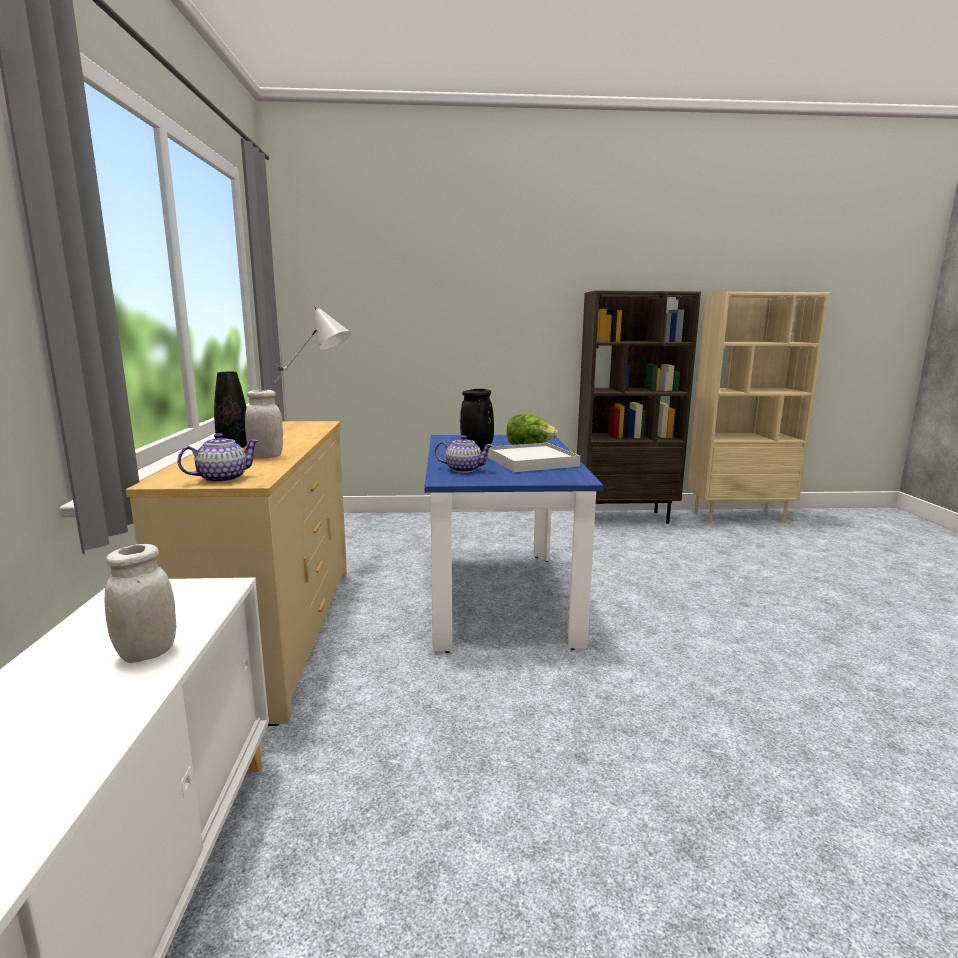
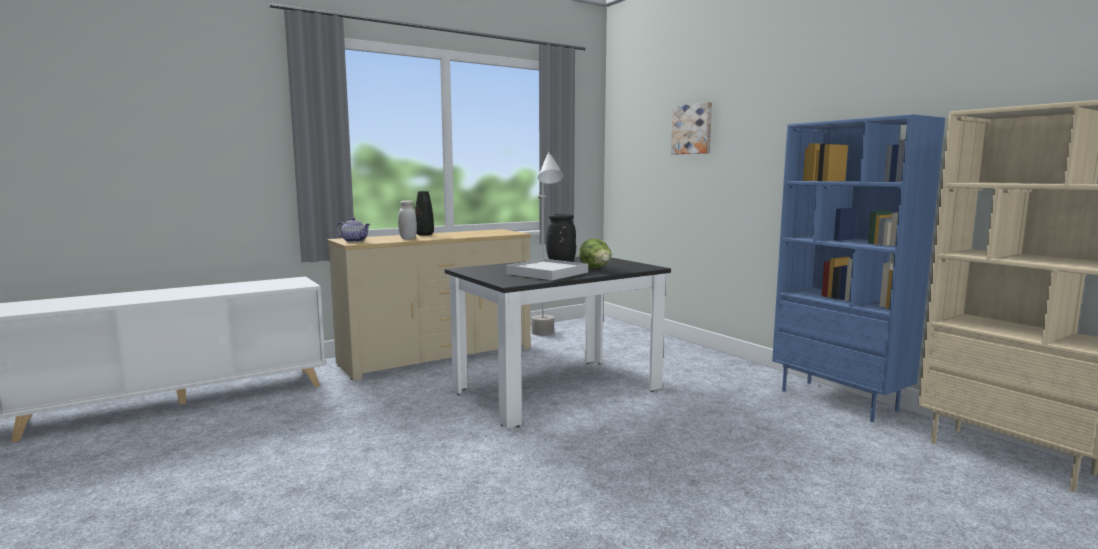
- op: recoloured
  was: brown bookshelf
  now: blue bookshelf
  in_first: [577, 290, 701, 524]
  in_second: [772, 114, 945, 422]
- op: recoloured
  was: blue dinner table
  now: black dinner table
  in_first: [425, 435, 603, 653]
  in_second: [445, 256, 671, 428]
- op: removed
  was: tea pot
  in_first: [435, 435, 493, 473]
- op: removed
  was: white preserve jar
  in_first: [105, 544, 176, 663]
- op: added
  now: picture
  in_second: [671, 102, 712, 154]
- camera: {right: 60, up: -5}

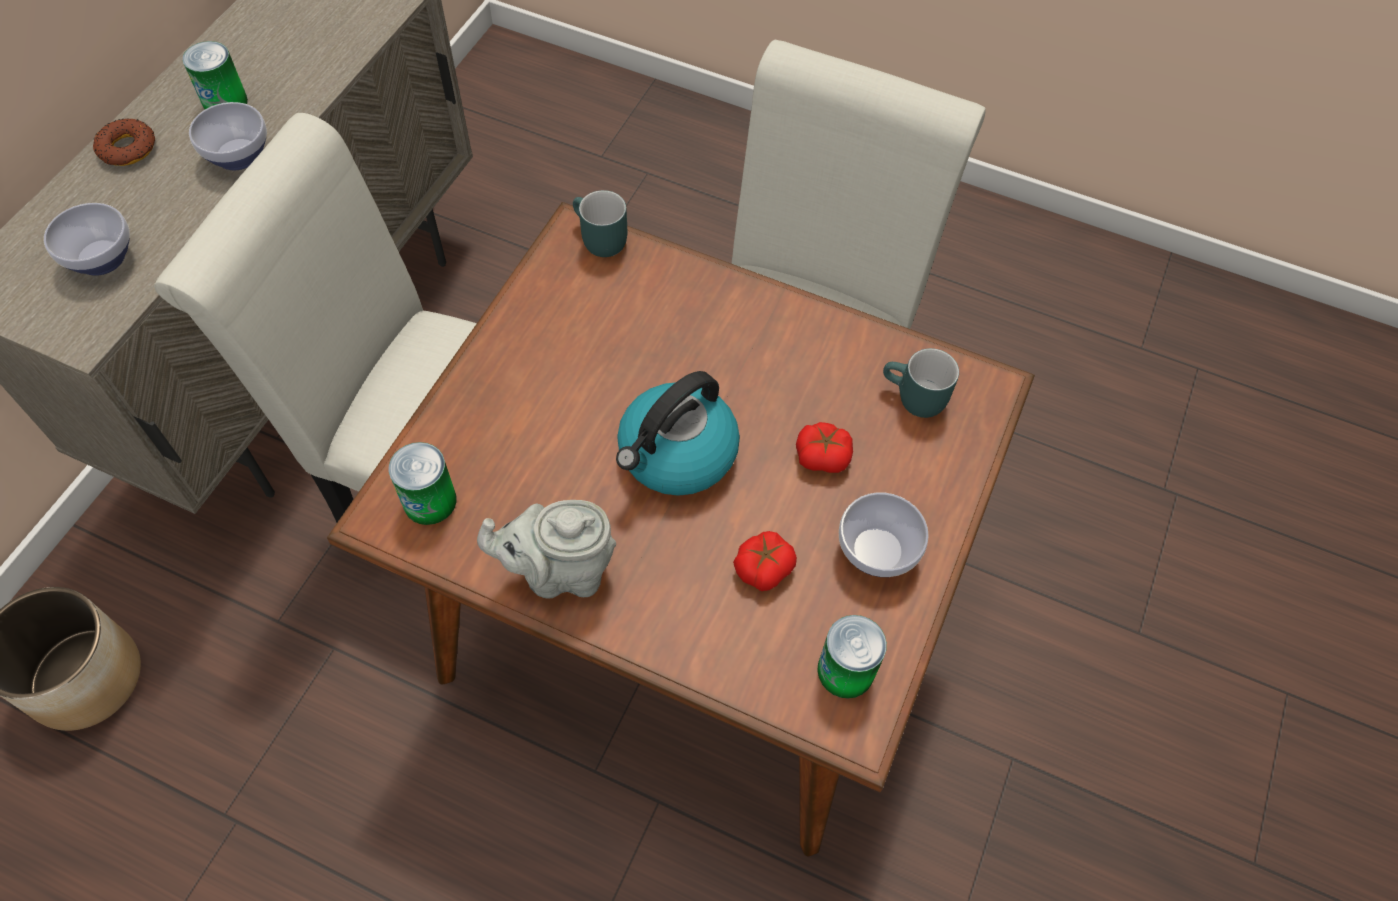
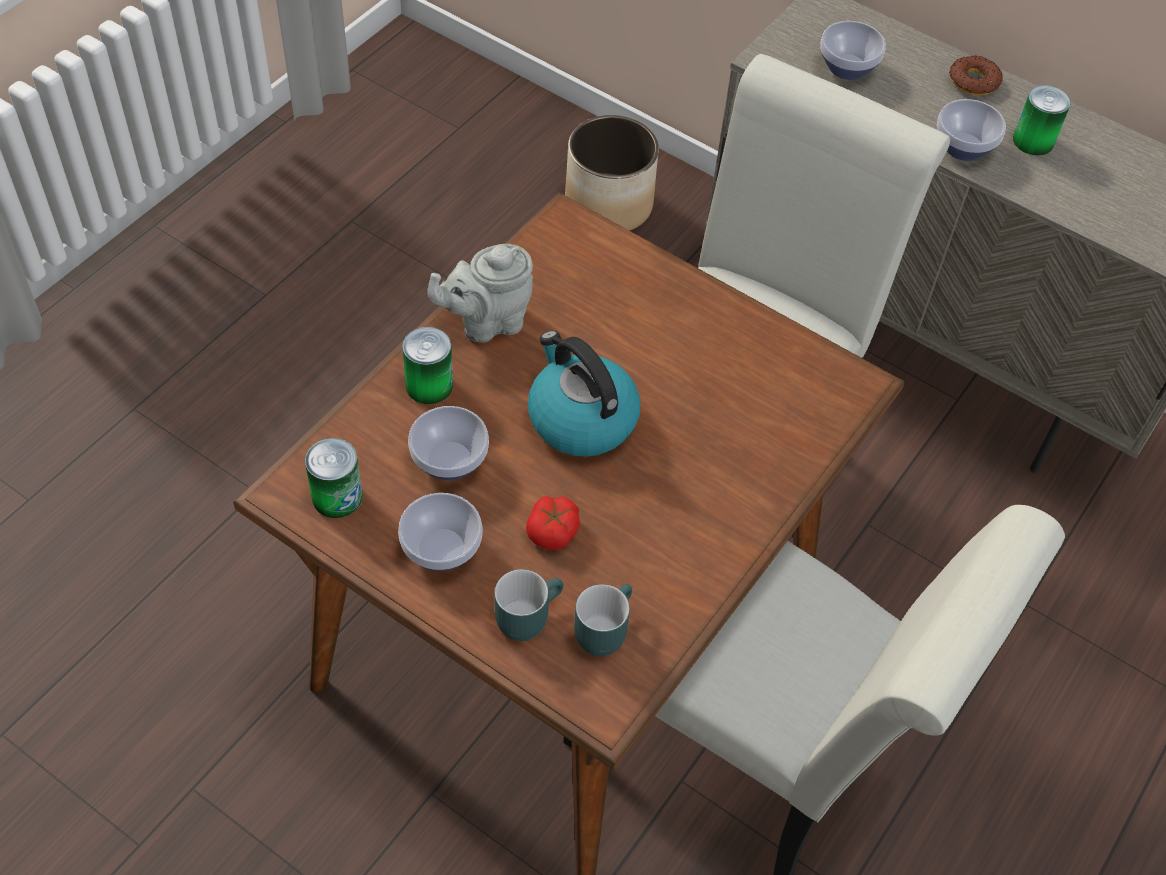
- op: moved
  was: blue-green mug
  in_first: [573, 190, 627, 257]
  in_second: [494, 569, 564, 641]
- op: moved
  was: sealed can
  in_first: [389, 442, 457, 525]
  in_second: [402, 327, 453, 404]
- op: turned
  was: grey tea pot
  in_first: [477, 500, 616, 599]
  in_second: [427, 244, 533, 343]
  clockwise: -120
- op: replaced
  was: tomato
  now: deep dish
  in_first: [733, 531, 797, 591]
  in_second: [408, 406, 489, 480]
- camera: {right: 100, up: -5}

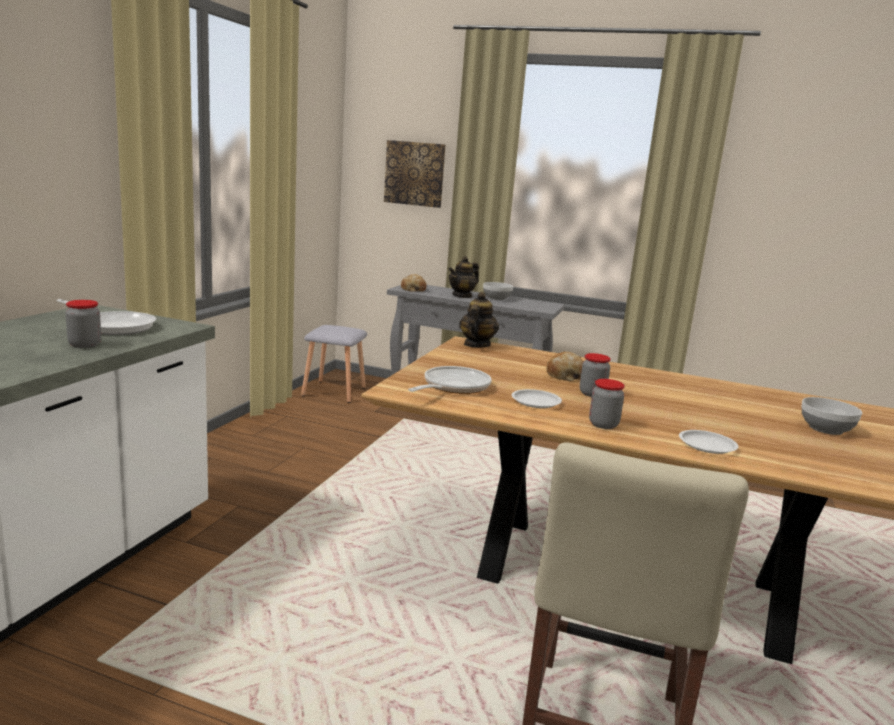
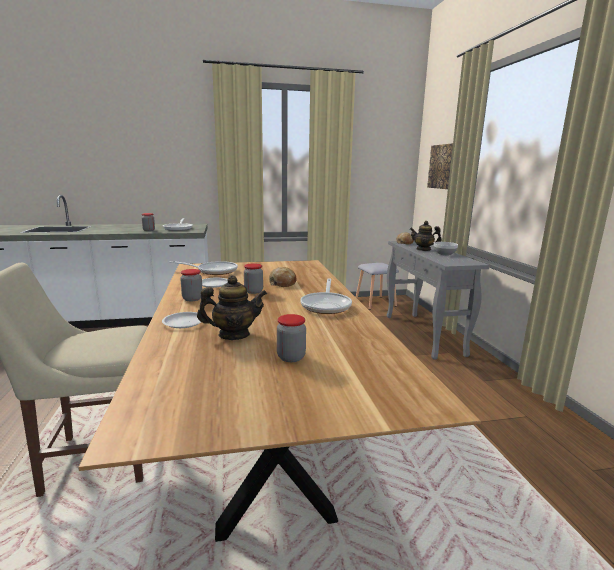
- op: moved
  was: tea pot
  in_first: [459, 292, 499, 347]
  in_second: [197, 275, 267, 340]
- op: replaced
  was: deep dish
  now: preserve jar
  in_first: [801, 397, 862, 435]
  in_second: [277, 314, 306, 362]
- op: added
  now: frying pan
  in_second: [300, 278, 352, 314]
- camera: {right: 60, up: 0}

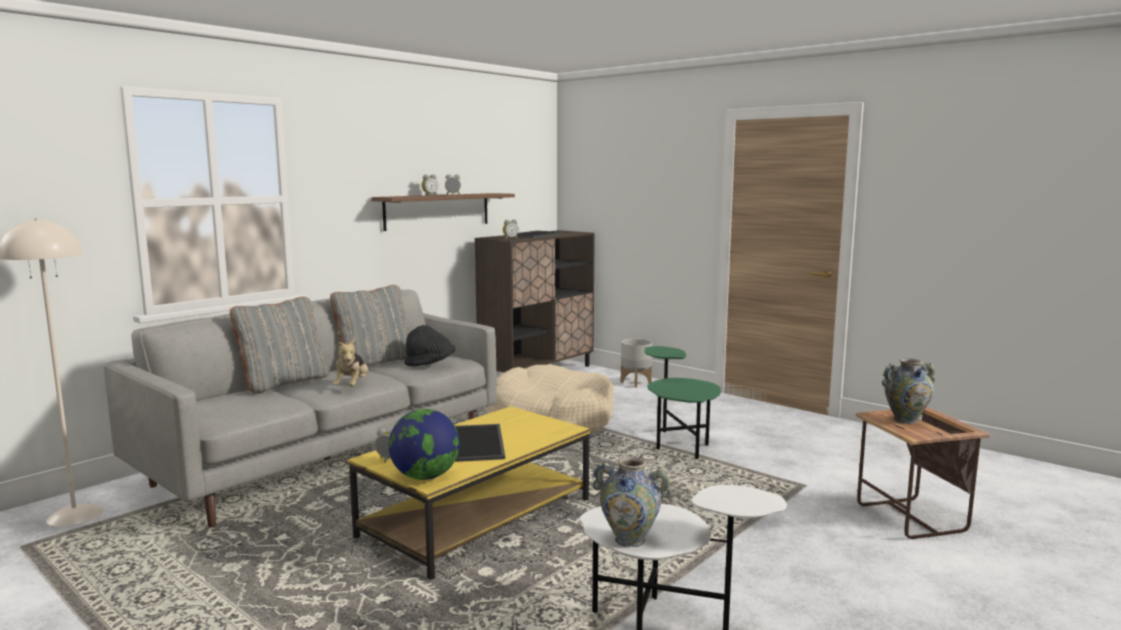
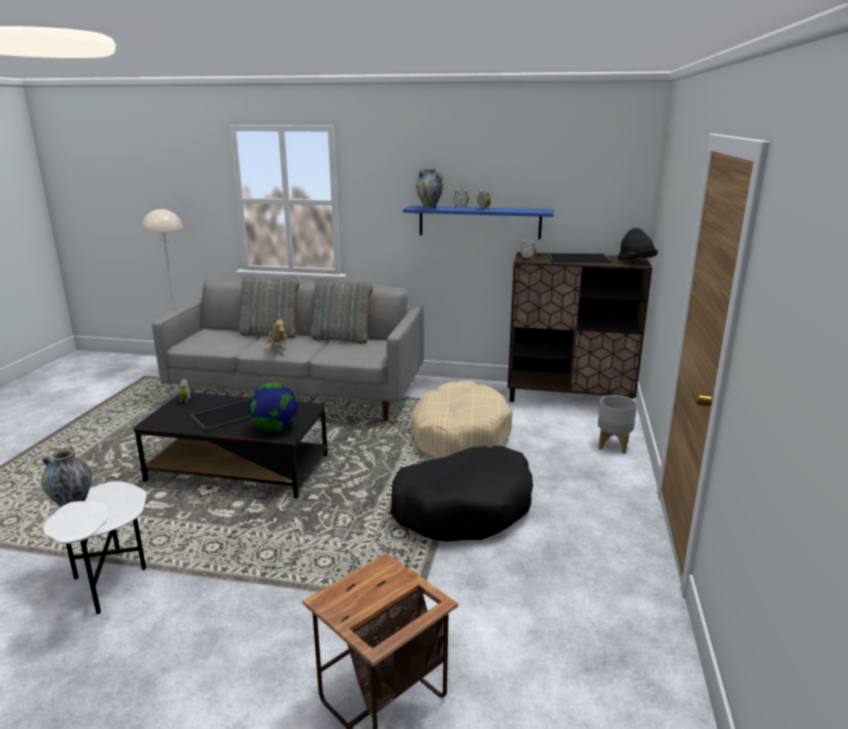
- op: recoloured
  was: brown bracket shelf
  now: blue bracket shelf
  in_first: [371, 193, 515, 231]
  in_second: [403, 206, 554, 239]
- op: moved
  was: black wearable hat
  in_first: [404, 325, 455, 366]
  in_second: [618, 228, 658, 260]
- op: turned
  was: cuddly toy
  in_first: [332, 339, 368, 387]
  in_second: [265, 316, 287, 350]
  clockwise: -75
- op: replaced
  was: green end table
  now: black dog cushion
  in_first: [644, 346, 721, 459]
  in_second: [390, 446, 533, 542]
- op: moved
  was: flower vase
  in_first: [882, 358, 936, 424]
  in_second: [416, 169, 443, 209]
- op: recoloured
  was: yellow coffee table
  now: black coffee table
  in_first: [348, 406, 590, 580]
  in_second: [133, 392, 328, 499]
- op: moved
  was: desk globe
  in_first: [389, 409, 460, 480]
  in_second: [248, 383, 298, 432]
- camera: {right: 60, up: 10}

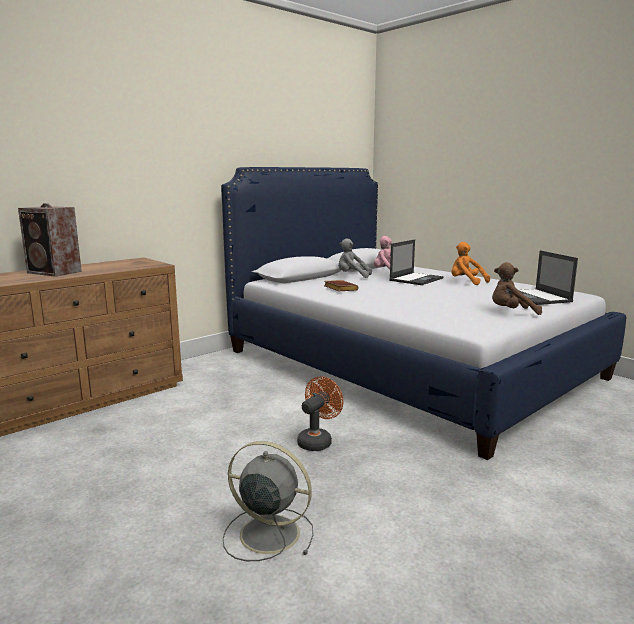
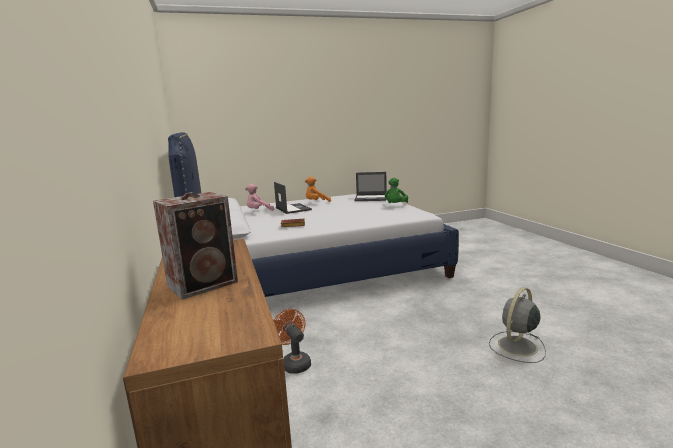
- op: removed
  was: grey cuddly toy
  in_first: [338, 238, 372, 278]
- op: recoloured
  was: brown cuddly toy
  now: green cuddly toy
  in_first: [492, 262, 542, 315]
  in_second: [384, 178, 408, 203]
- op: moved
  was: orange fan
  in_first: [297, 376, 343, 451]
  in_second: [273, 309, 311, 374]
- camera: {right: -65, up: 0}

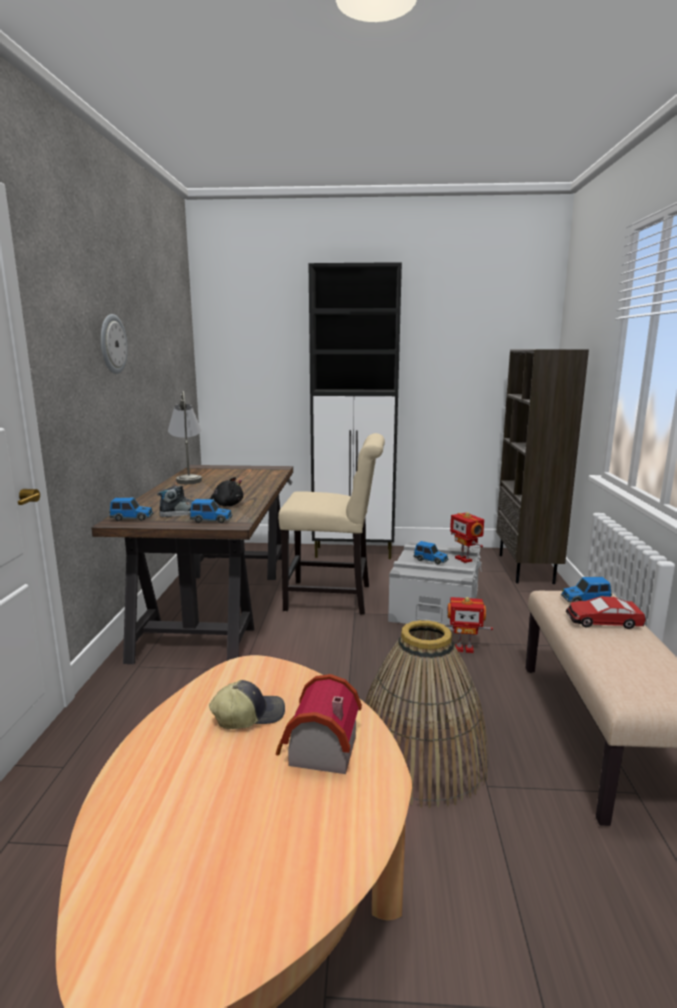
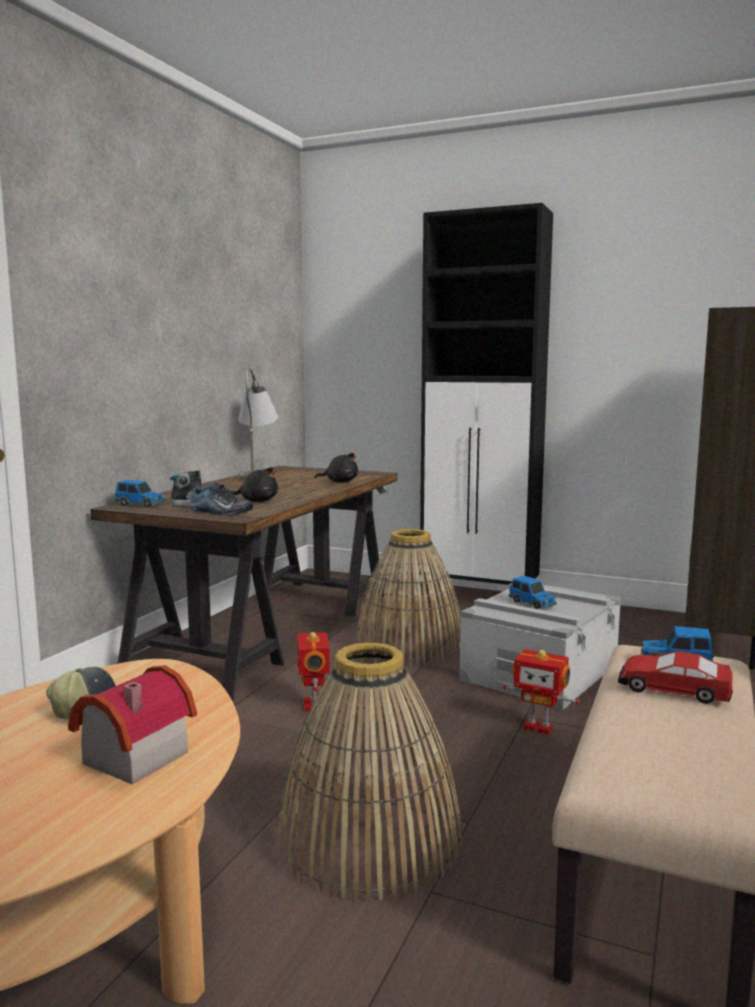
- op: removed
  was: clock on the wall
  in_first: [101, 314, 128, 374]
- op: replaced
  was: beige-coloured upright chair
  now: basket
  in_first: [278, 433, 385, 615]
  in_second: [356, 529, 461, 666]
- op: replaced
  was: model car
  now: shoe
  in_first: [190, 499, 232, 523]
  in_second: [189, 482, 253, 516]
- op: moved
  was: toy robot
  in_first: [450, 512, 484, 563]
  in_second: [297, 632, 330, 711]
- op: added
  now: black cuddly toy
  in_second: [315, 453, 358, 482]
- camera: {right: 20, up: -5}

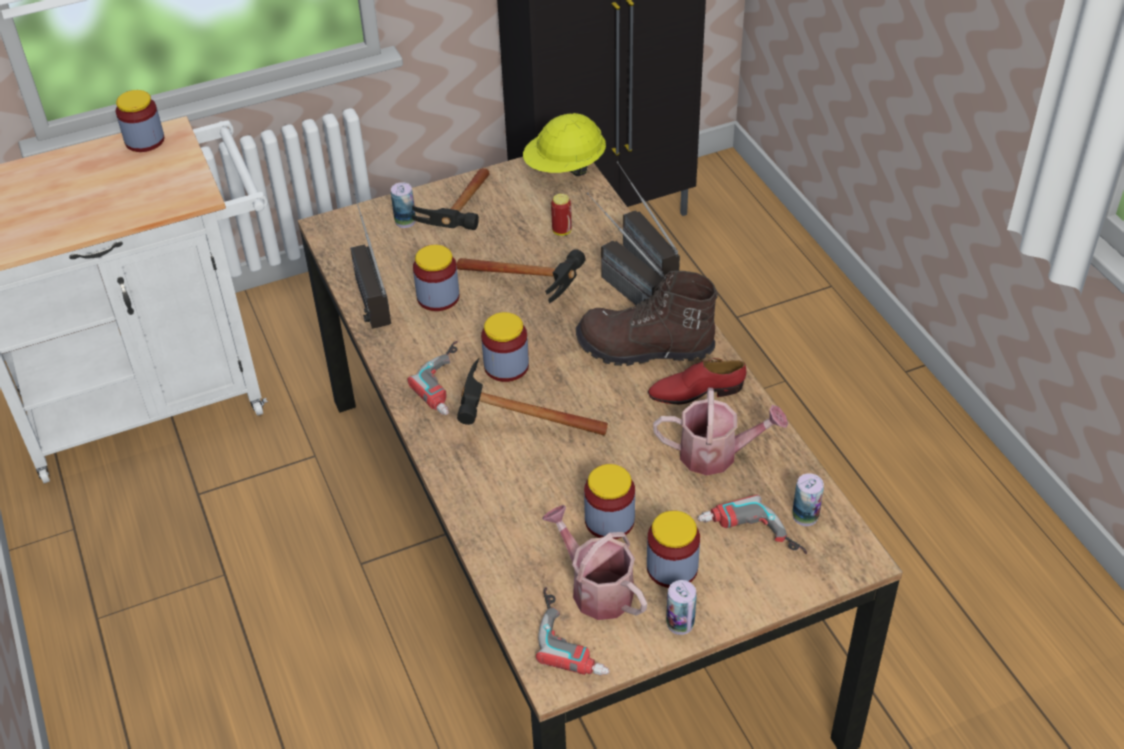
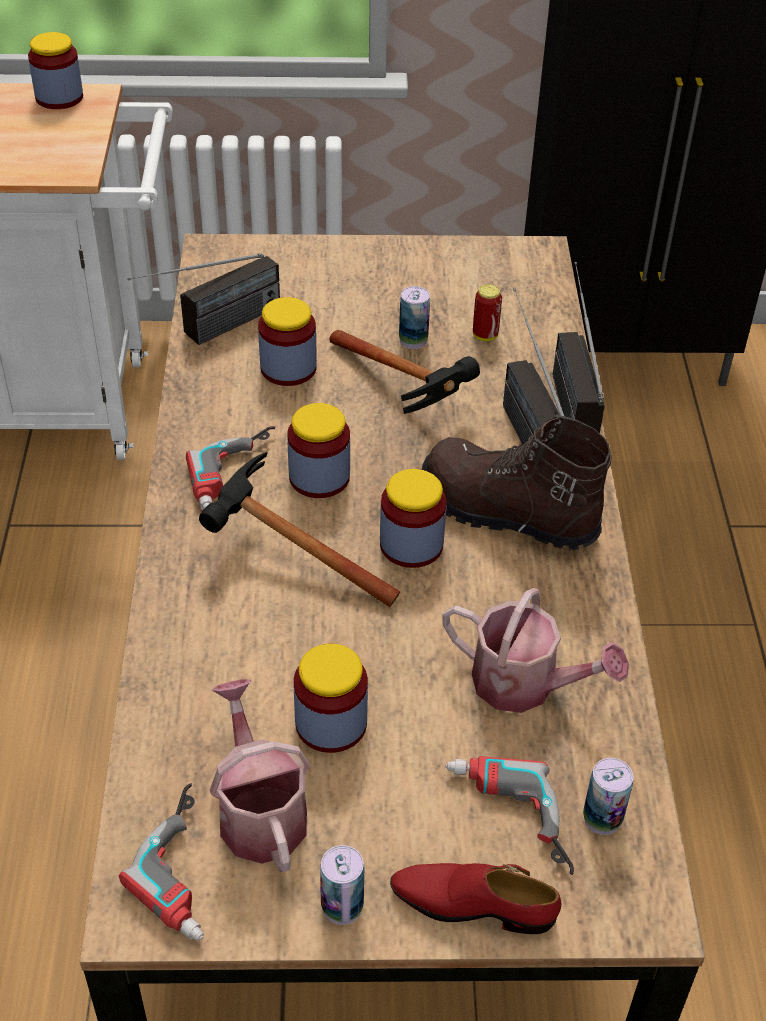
- op: removed
  was: yellow hard hat
  in_first: [523, 113, 606, 176]
- op: removed
  was: tool hammer
  in_first: [412, 168, 489, 230]
- op: moved
  was: sealed can
  in_first: [391, 182, 416, 228]
  in_second: [399, 286, 430, 349]
- op: turned
  was: radio
  in_first: [350, 193, 391, 329]
  in_second: [128, 253, 280, 345]
  clockwise: -135
- op: moved
  was: reddish shoe
  in_first: [648, 358, 746, 405]
  in_second: [390, 863, 561, 934]
- op: moved
  was: preserve jar
  in_first: [647, 510, 700, 588]
  in_second: [380, 469, 447, 568]
- camera: {right: 20, up: 0}

